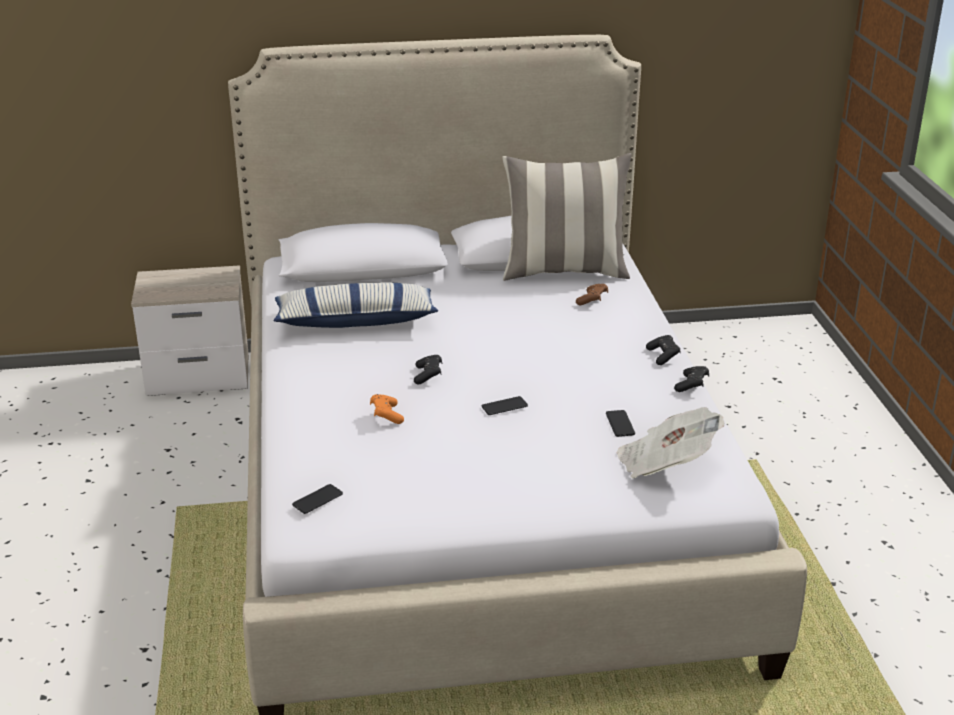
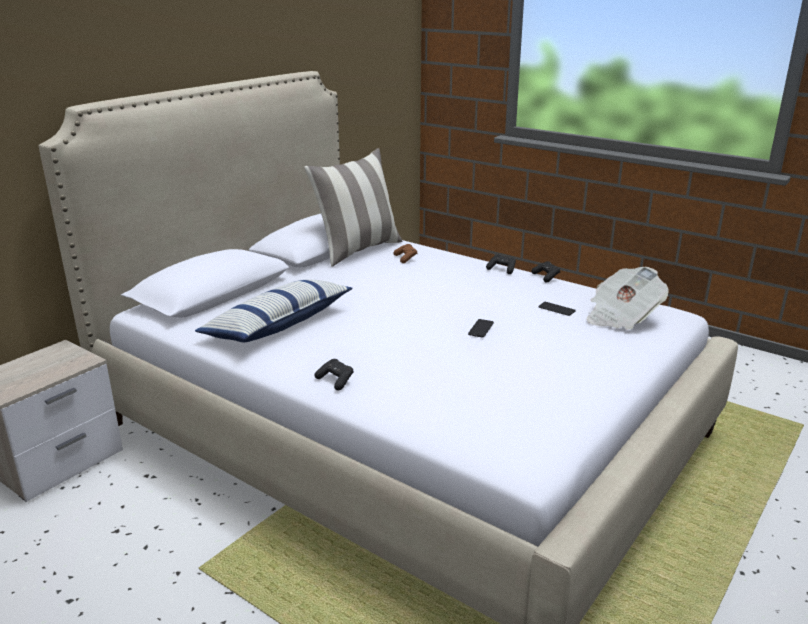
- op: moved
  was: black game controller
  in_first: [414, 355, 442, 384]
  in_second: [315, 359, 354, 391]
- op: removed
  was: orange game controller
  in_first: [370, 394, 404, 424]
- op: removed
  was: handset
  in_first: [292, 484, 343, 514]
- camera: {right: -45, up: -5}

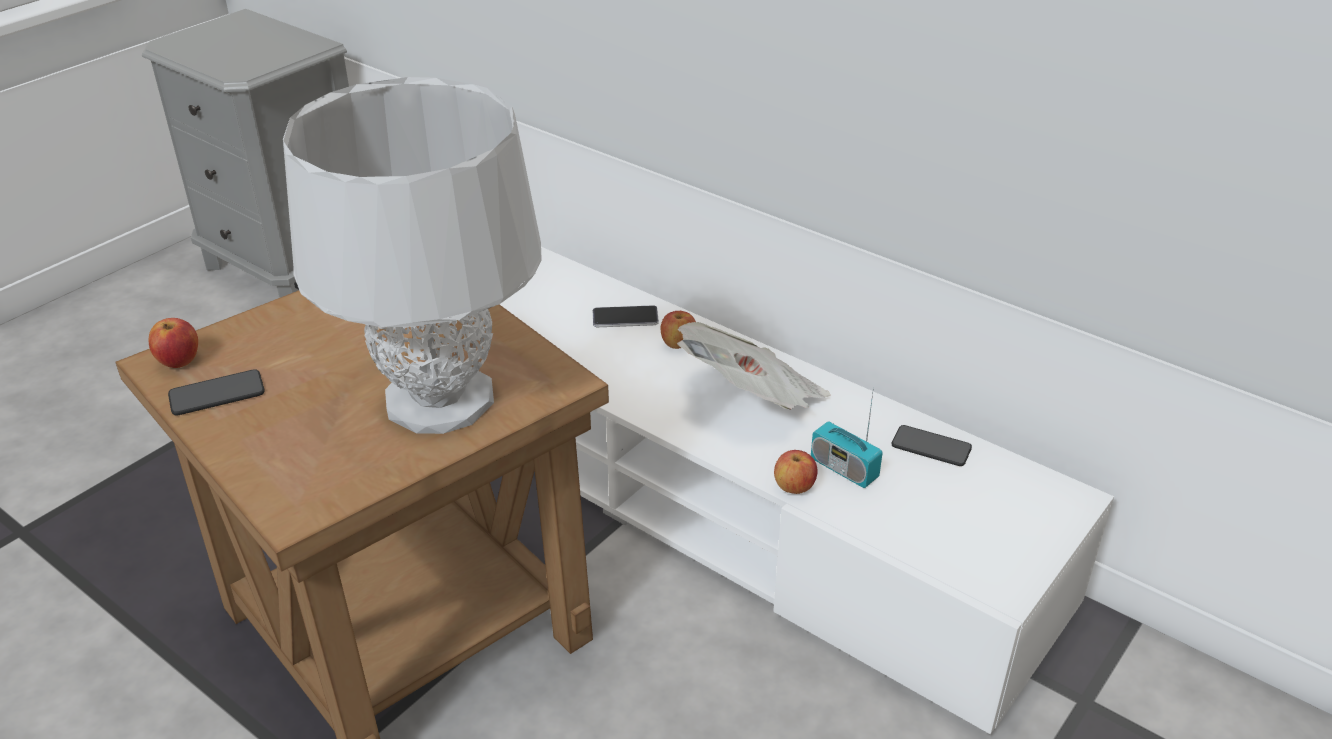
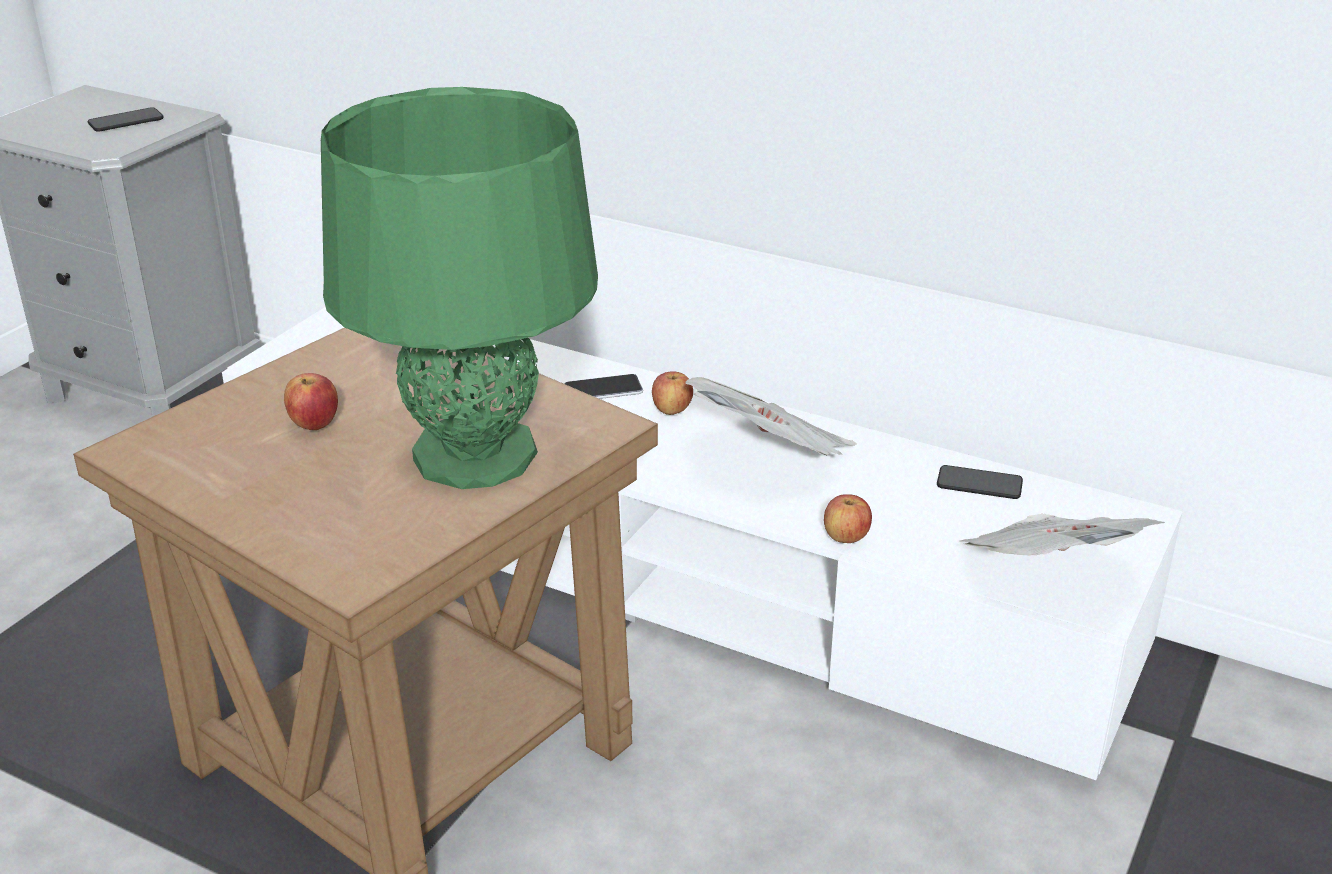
- op: recoloured
  was: grey tabletop lamp
  now: green tabletop lamp
  in_first: [283, 77, 542, 434]
  in_second: [321, 87, 598, 489]
- op: moved
  was: apple
  in_first: [149, 318, 198, 368]
  in_second: [284, 373, 338, 430]
- op: moved
  was: handset
  in_first: [168, 369, 264, 415]
  in_second: [88, 107, 164, 132]
- op: removed
  was: radio
  in_first: [811, 393, 883, 488]
- op: added
  now: newspaper
  in_second: [961, 514, 1165, 555]
- camera: {right: -10, up: -5}

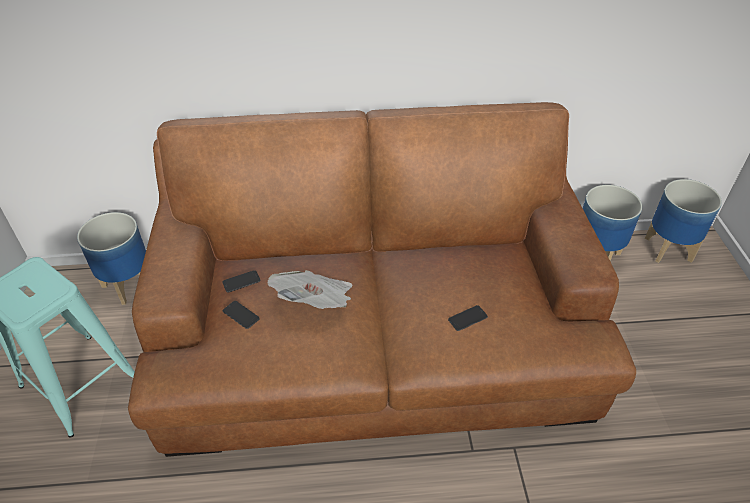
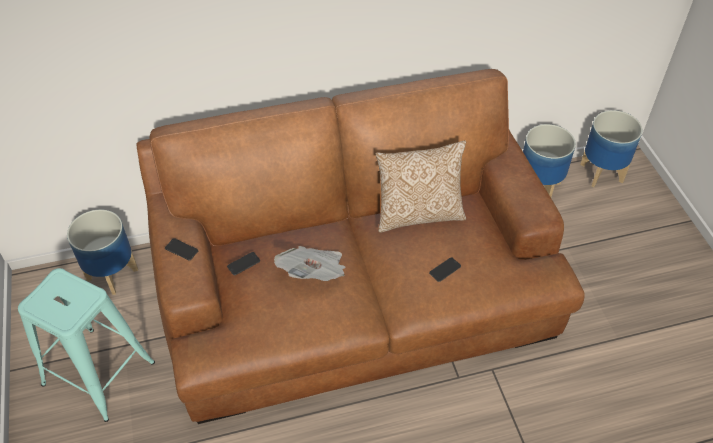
- op: moved
  was: handset
  in_first: [223, 301, 260, 329]
  in_second: [165, 238, 198, 261]
- op: added
  now: pillow
  in_second: [376, 140, 466, 233]
- camera: {right: -10, up: 5}

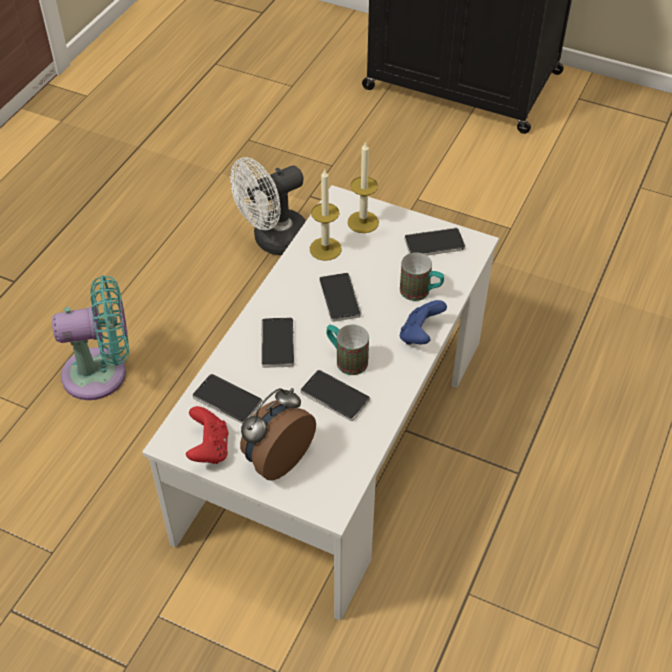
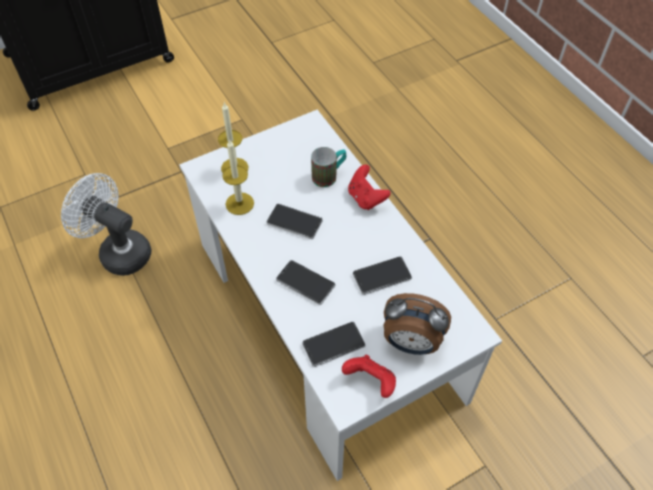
- op: turned
  was: white fan
  in_first: [230, 157, 306, 255]
  in_second: [61, 173, 151, 276]
  clockwise: 120
- op: removed
  was: handset
  in_first: [404, 228, 465, 256]
- op: removed
  was: blue-green fan
  in_first: [52, 275, 129, 400]
- op: recoloured
  was: blue game controller
  now: reddish game controller
  in_first: [400, 300, 447, 345]
  in_second: [348, 165, 391, 210]
- op: removed
  was: mug
  in_first: [326, 324, 369, 375]
- op: turned
  was: bedside clock
  in_first: [240, 388, 316, 481]
  in_second: [384, 293, 451, 355]
  clockwise: -60
- camera: {right: -55, up: 5}

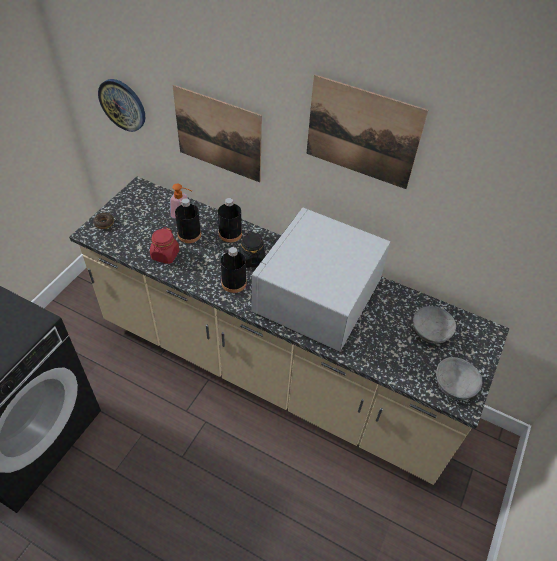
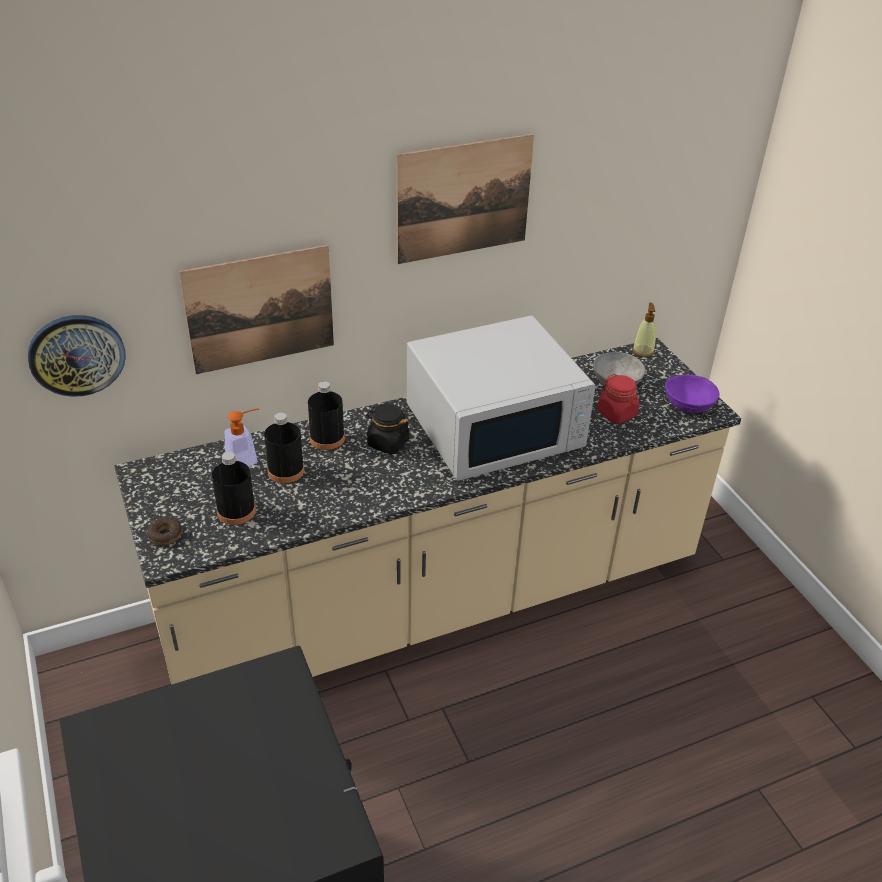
- op: turned
  was: white microwave
  in_first: [252, 208, 391, 352]
  in_second: [407, 315, 596, 481]
  clockwise: -90
- op: moved
  was: reddish preserve jar
  in_first: [150, 227, 179, 264]
  in_second: [597, 374, 639, 424]
- op: moved
  was: black drink bottle
  in_first: [221, 247, 247, 293]
  in_second: [212, 452, 256, 525]
- op: recoloured
  was: grey deep dish
  now: purplish deep dish
  in_first: [436, 357, 482, 400]
  in_second: [665, 375, 719, 413]
- op: added
  now: soap dispenser
  in_second: [632, 303, 656, 357]
- camera: {right: -50, up: -10}

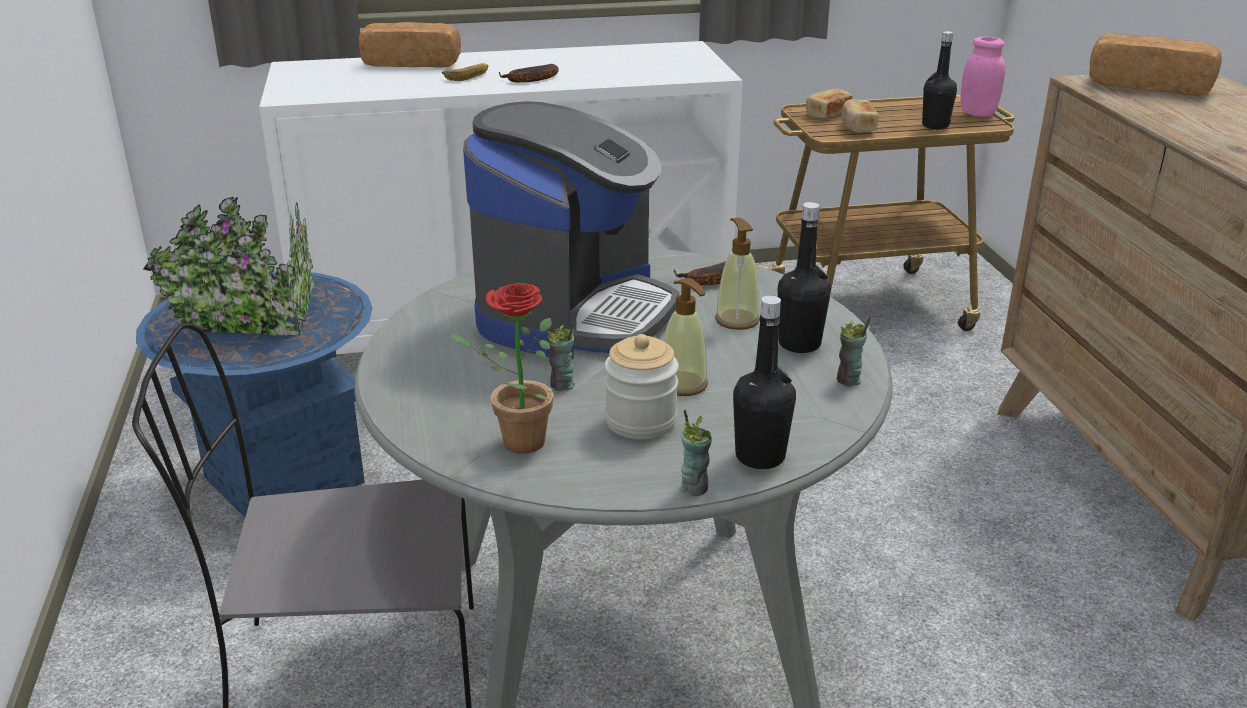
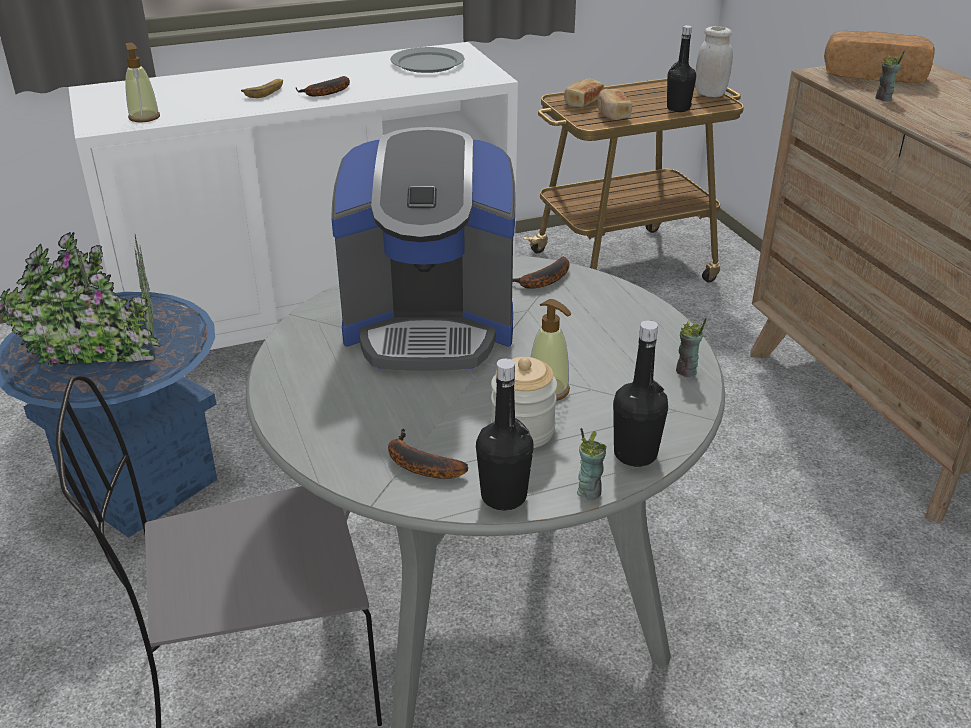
- op: removed
  was: bread
  in_first: [359, 22, 461, 68]
- op: recoloured
  was: pinkish preserve jar
  now: white preserve jar
  in_first: [960, 37, 1005, 117]
  in_second: [695, 26, 733, 97]
- op: turned
  was: coffee maker
  in_first: [463, 101, 679, 360]
  in_second: [331, 127, 515, 371]
  clockwise: 75
- op: moved
  was: black drink bottle
  in_first: [778, 202, 831, 353]
  in_second: [476, 358, 534, 511]
- op: moved
  was: soap dispenser
  in_first: [715, 218, 760, 330]
  in_second: [125, 43, 160, 122]
- op: replaced
  was: potted plant
  now: banana
  in_first: [448, 283, 556, 454]
  in_second: [388, 428, 468, 479]
- op: moved
  was: small cup
  in_first: [547, 322, 574, 391]
  in_second: [875, 50, 905, 101]
- op: added
  now: grey plate
  in_second: [391, 47, 464, 73]
- camera: {right: -10, up: 5}

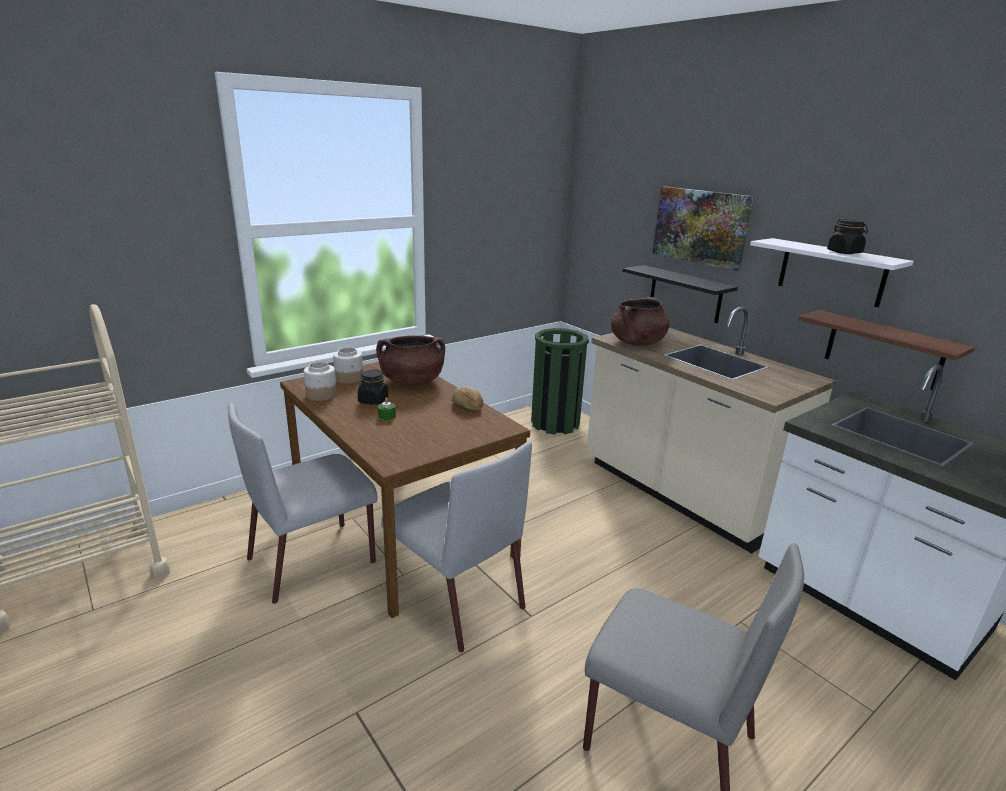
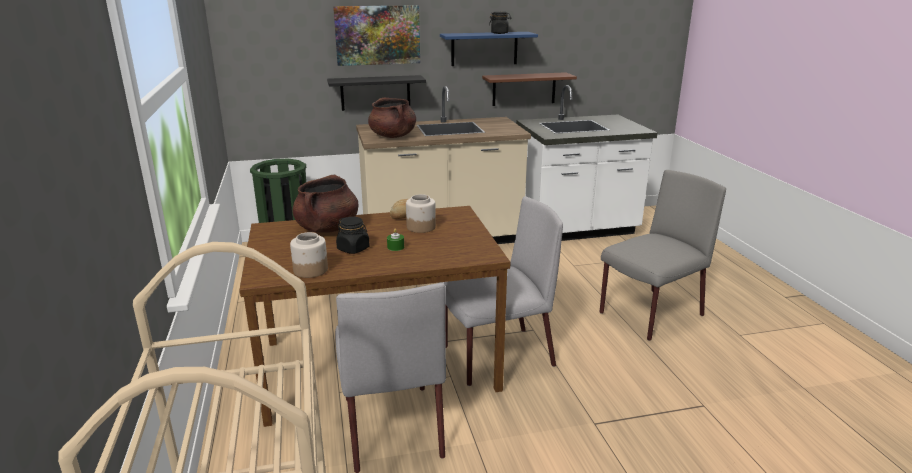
- op: recoloured
  was: white bracket shelf
  now: blue bracket shelf
  in_first: [750, 238, 914, 307]
  in_second: [440, 32, 538, 66]
- op: moved
  was: preserve jar
  in_first: [333, 347, 363, 384]
  in_second: [406, 194, 436, 233]
- camera: {right: -65, up: 0}

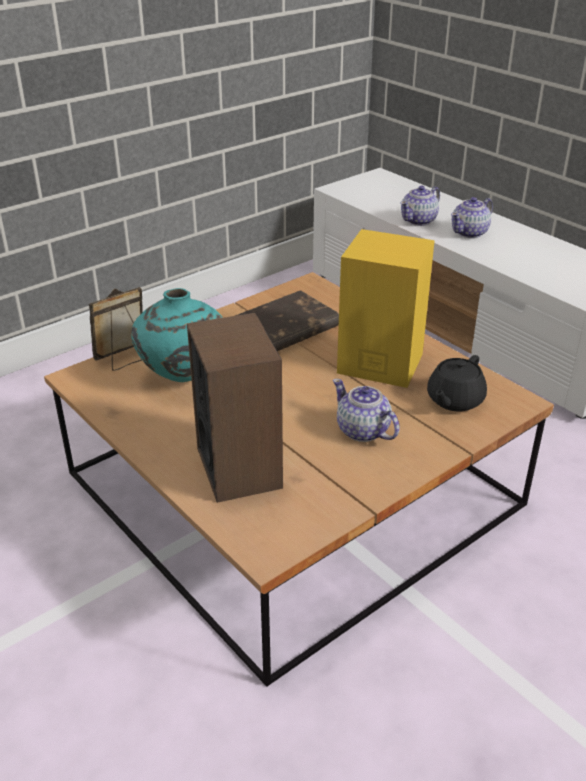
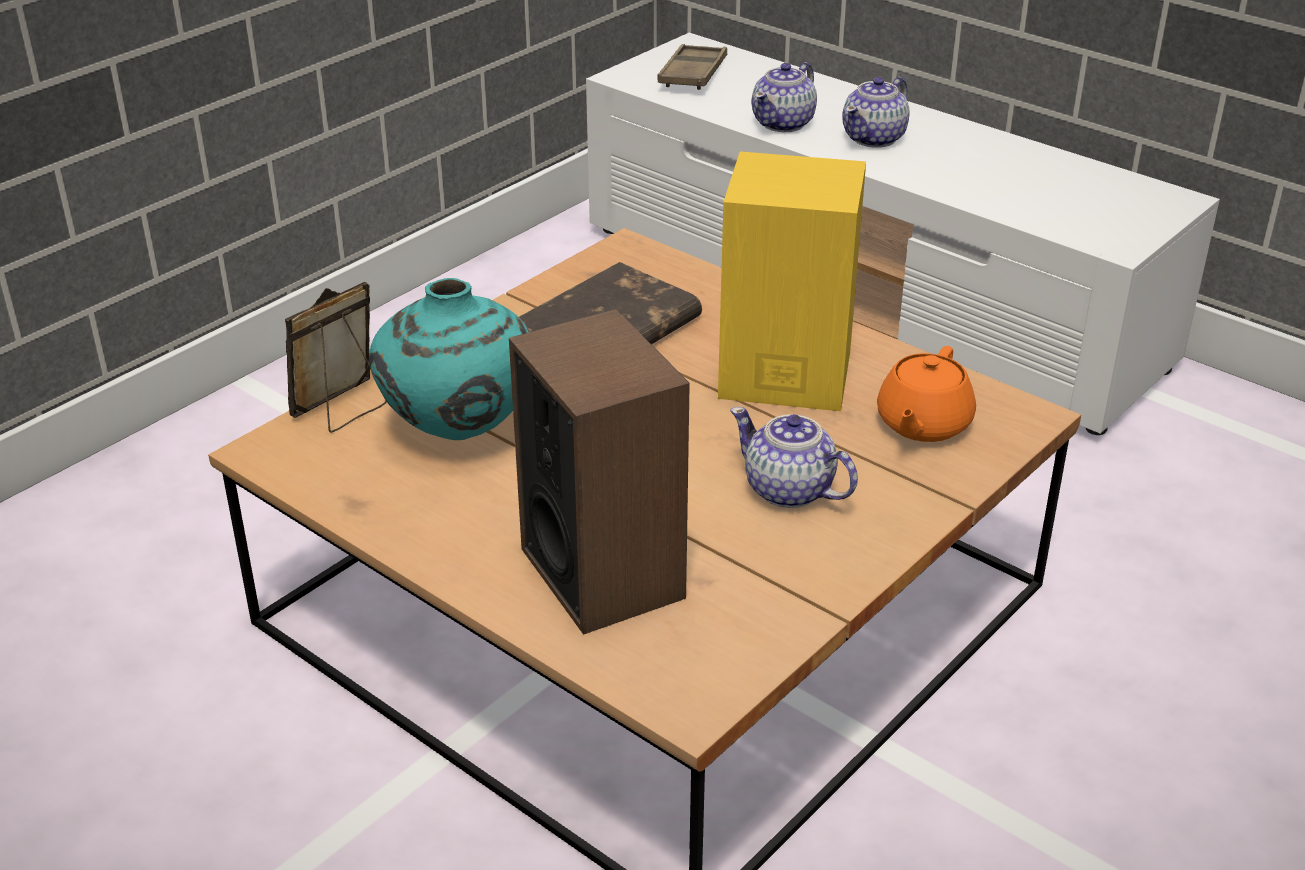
- op: recoloured
  was: black tea pot
  now: orange tea pot
  in_first: [427, 355, 487, 412]
  in_second: [877, 346, 976, 442]
- op: added
  now: brown tray
  in_second: [657, 44, 727, 90]
- camera: {right: -10, up: 0}

